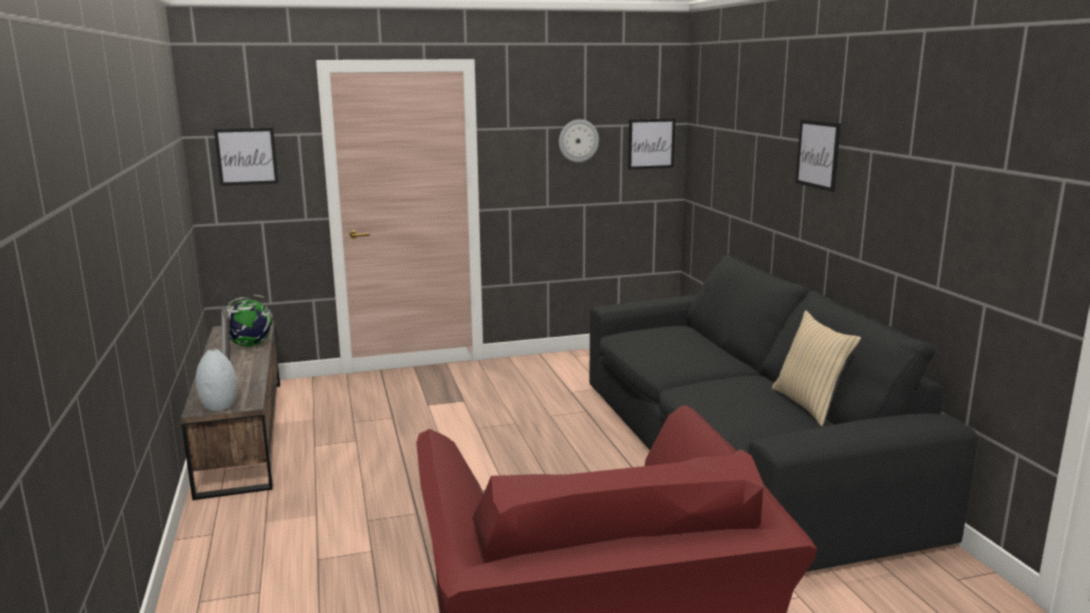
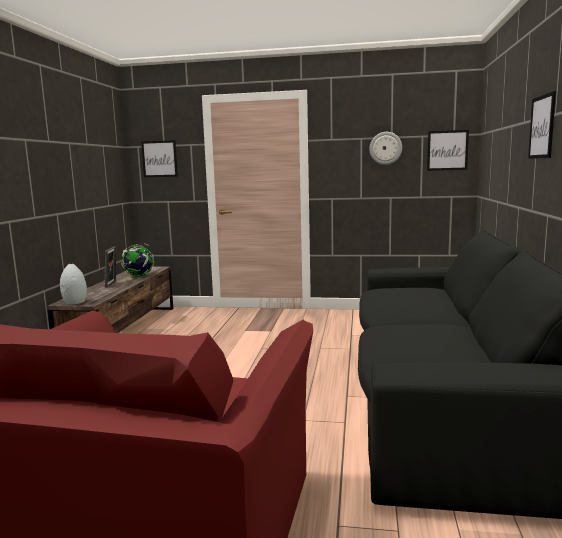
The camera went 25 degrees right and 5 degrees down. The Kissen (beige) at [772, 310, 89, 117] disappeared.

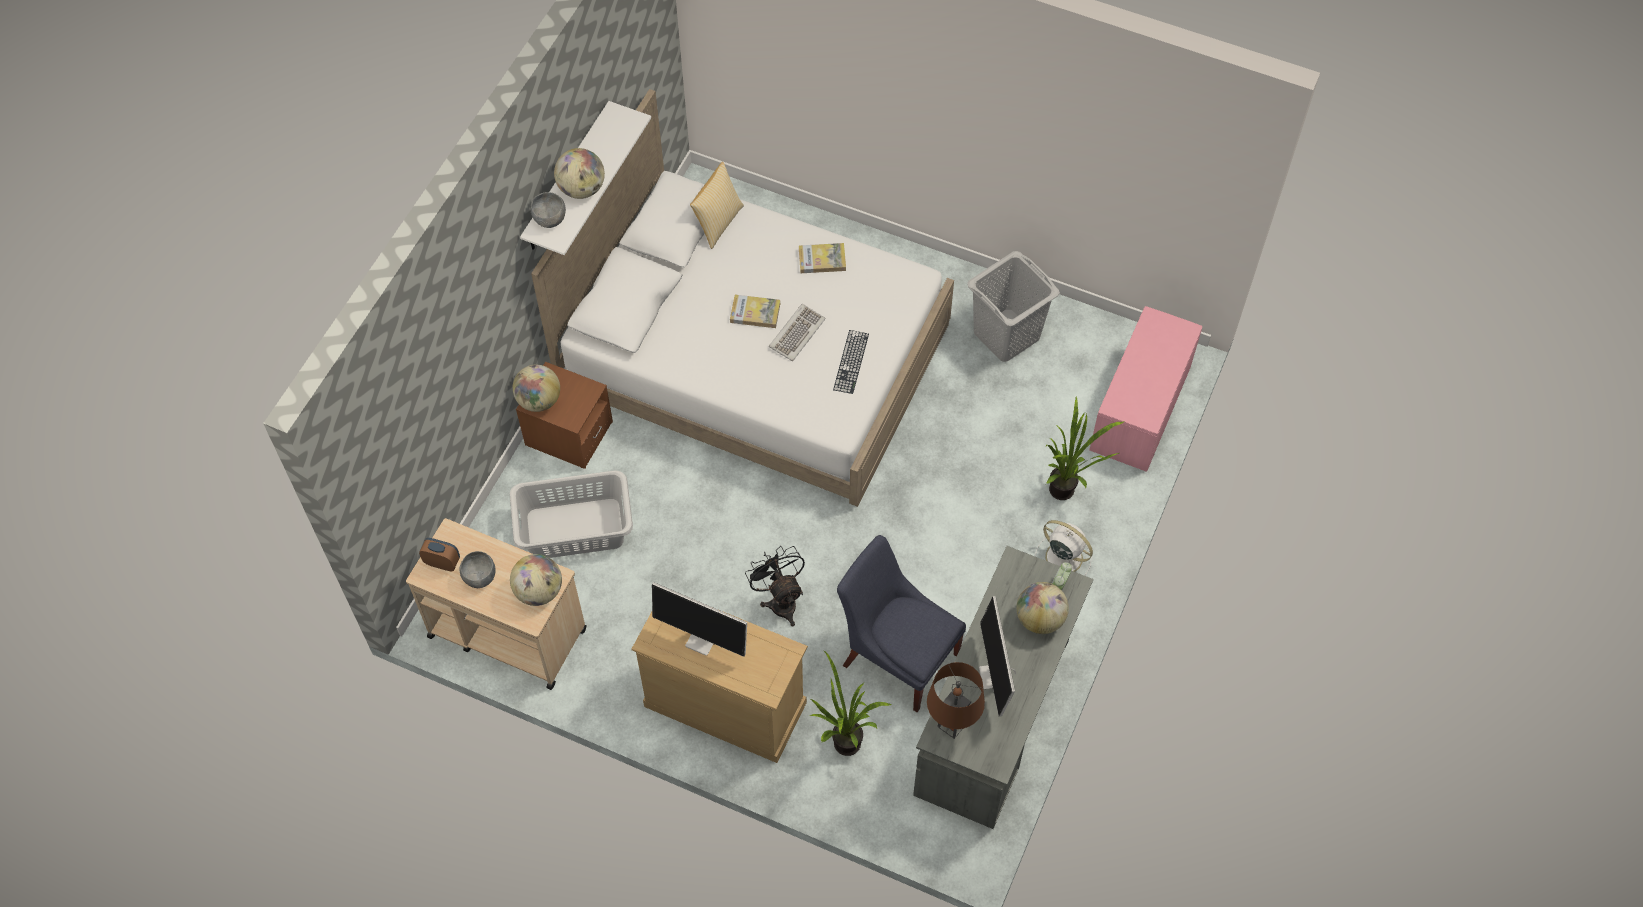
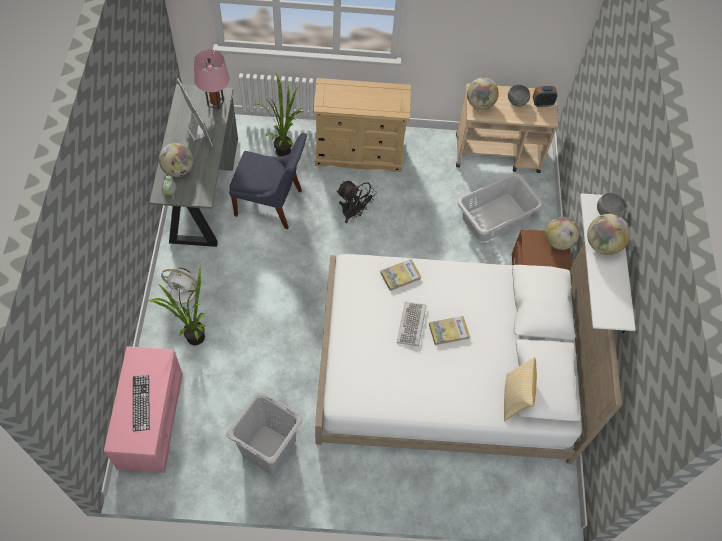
The camera went 155 degrees right and 0 degrees up. The Tastatur moved from [833, 330, 36, 64] to [133, 375, 17, 56]. The Tischlampe (braun) at [927, 662, 58, 77] became the Tischlampe (rosa) at [194, 50, 36, 59]. The Buch moved from [799, 243, 47, 30] to [380, 259, 41, 32]. The Monitor at [652, 582, 95, 75] disappeared.

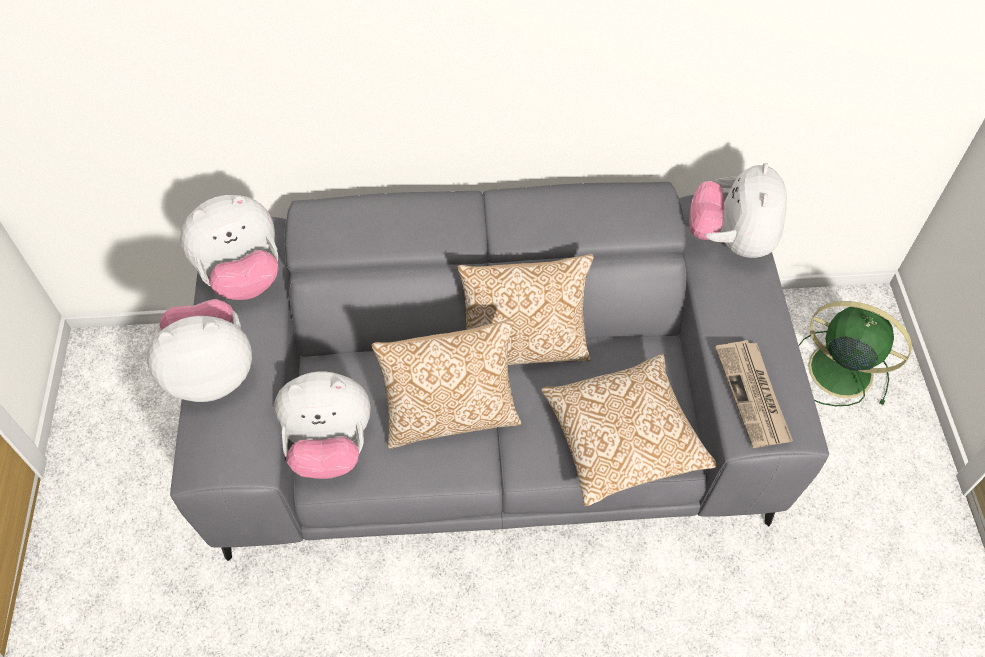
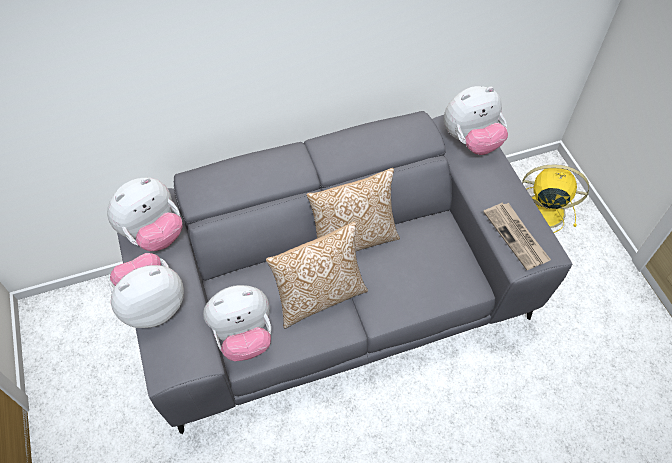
The camera went 15 degrees left and 0 degrees up. The Plüschtier at [689, 163, 98, 95] turned 105 degrees counterclockwise. The Ventilator (grün) at [799, 301, 113, 105] became the Ventilator (gelb) at [522, 164, 67, 69]. The Kissen at [541, 354, 175, 152] disappeared.

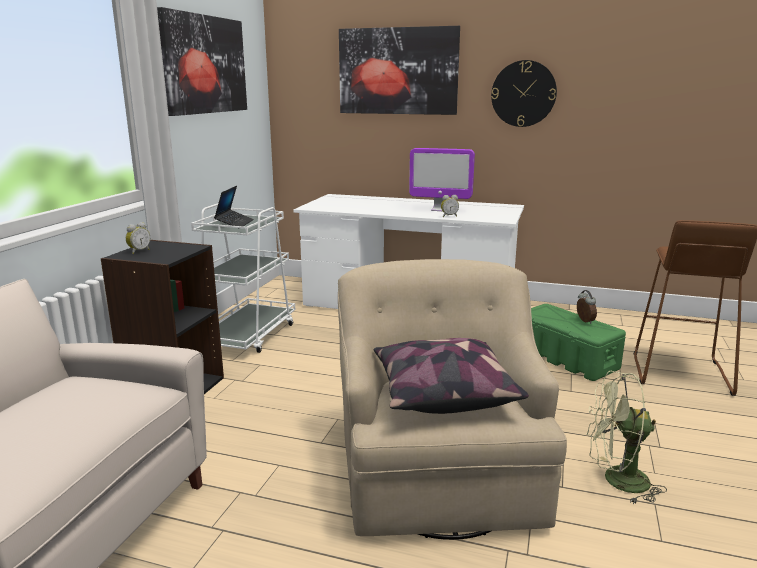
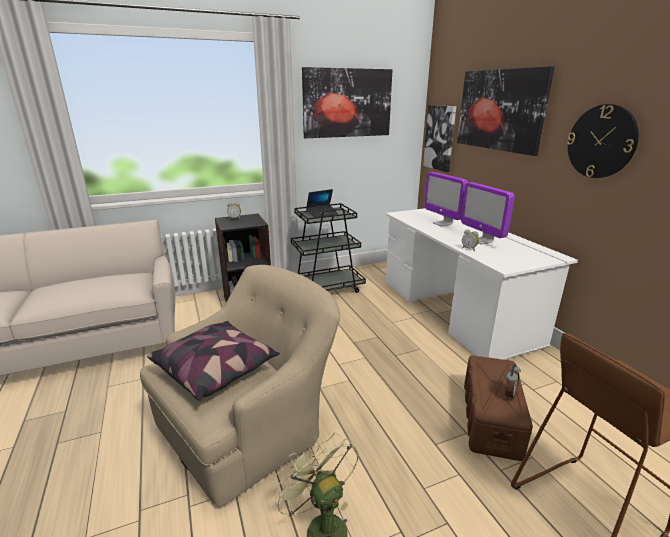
The camera went 50 degrees right and 5 degrees up. The Rollwagen (weiß) at [191, 203, 104, 150] became the Rollwagen (schwarz) at [291, 203, 75, 90]. The Bild at [423, 105, 33, 67] appeared. The Monitor at [424, 172, 44, 55] appeared. The Aufbewahrungsbox (grün) at [531, 304, 95, 77] became the Aufbewahrungsbox (braun) at [464, 356, 69, 105].

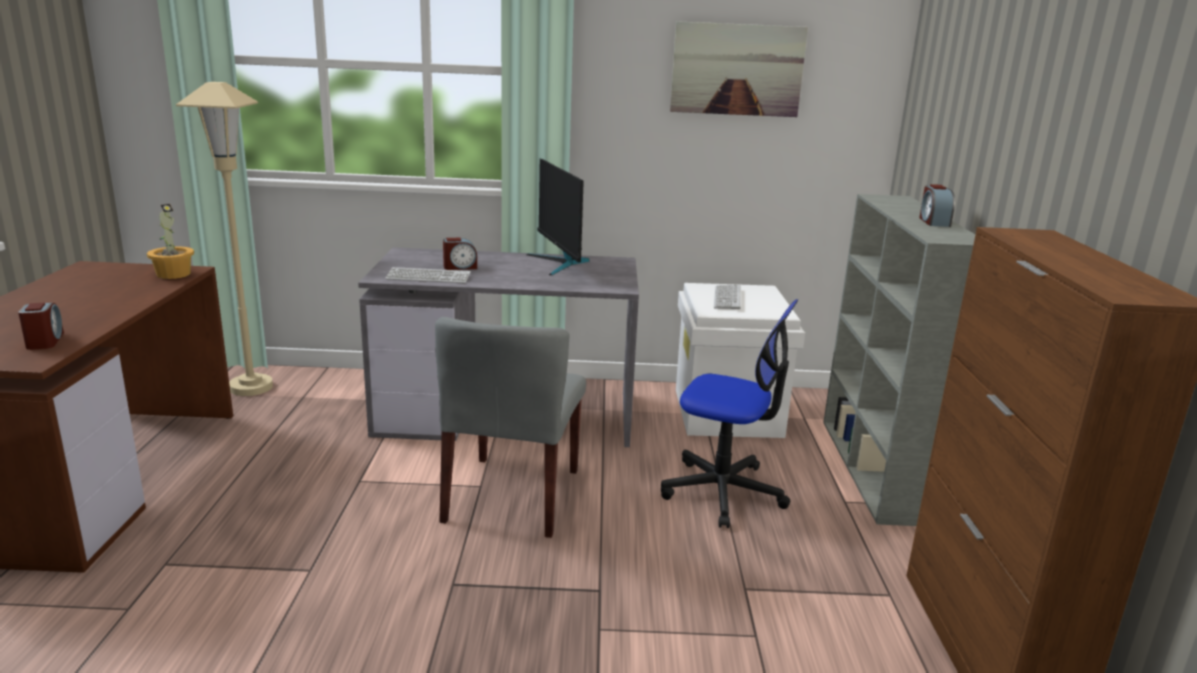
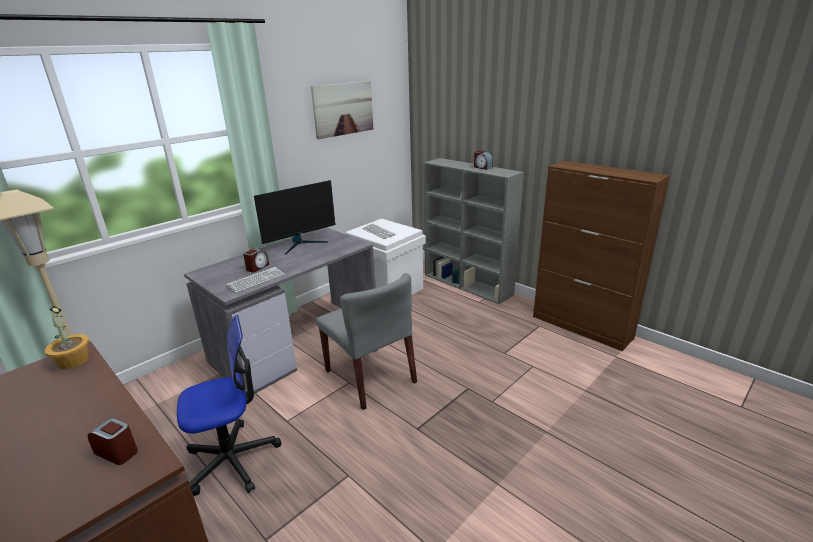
The camera went 45 degrees left and 5 degrees up. The Bürostuhl moved from [661, 299, 138, 229] to [177, 315, 104, 181]. The Monitor at [527, 159, 63, 116] turned 60 degrees counterclockwise.

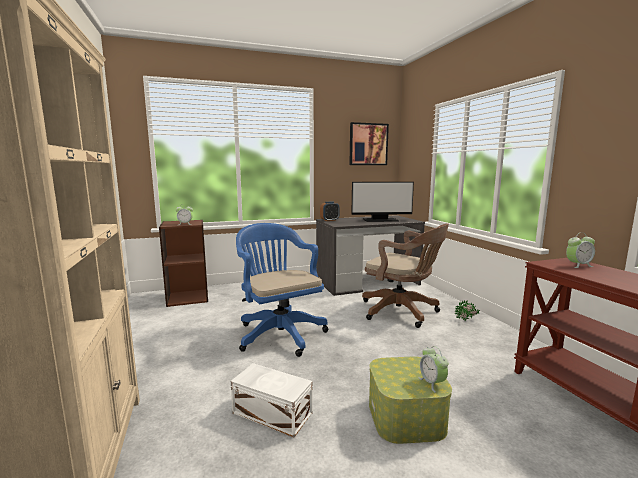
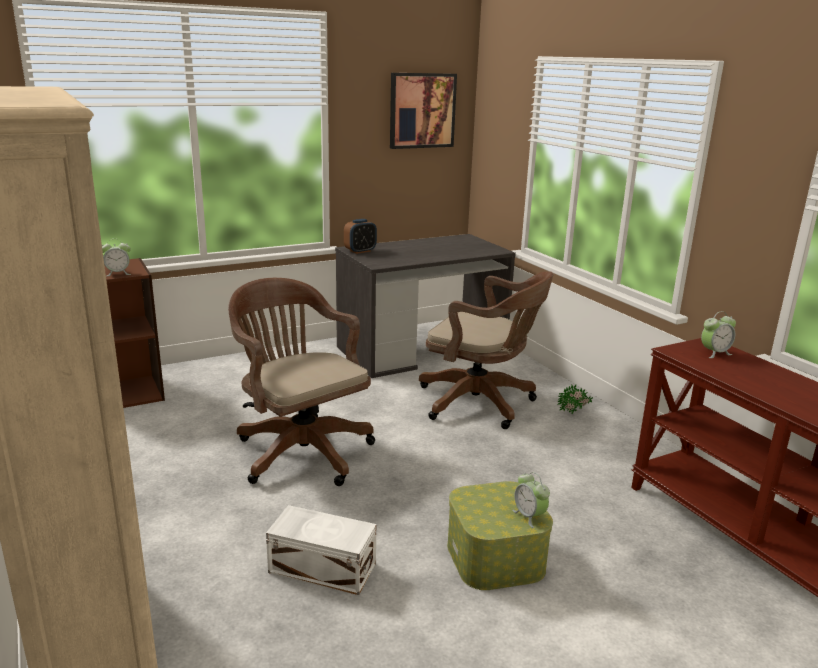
The camera went 10 degrees left and 10 degrees up. The Bürostuhl (blau) at [236, 223, 93, 134] became the Bürostuhl (braun) at [228, 278, 147, 208]. The Monitor at [351, 182, 63, 40] disappeared.

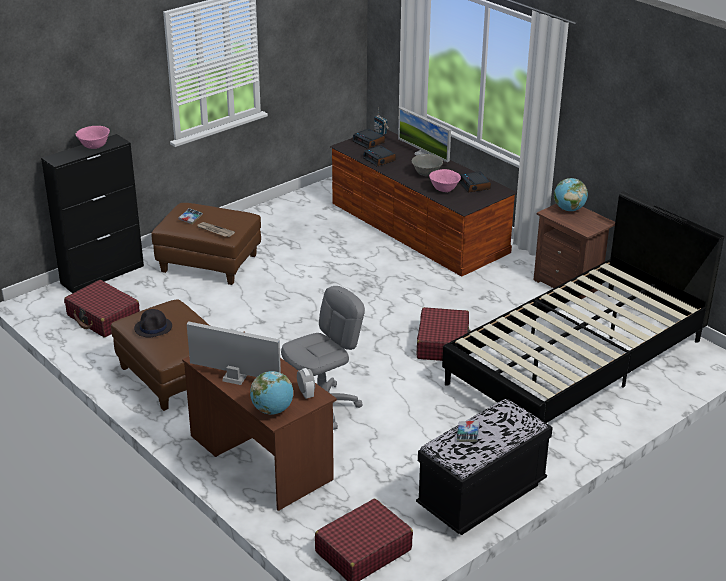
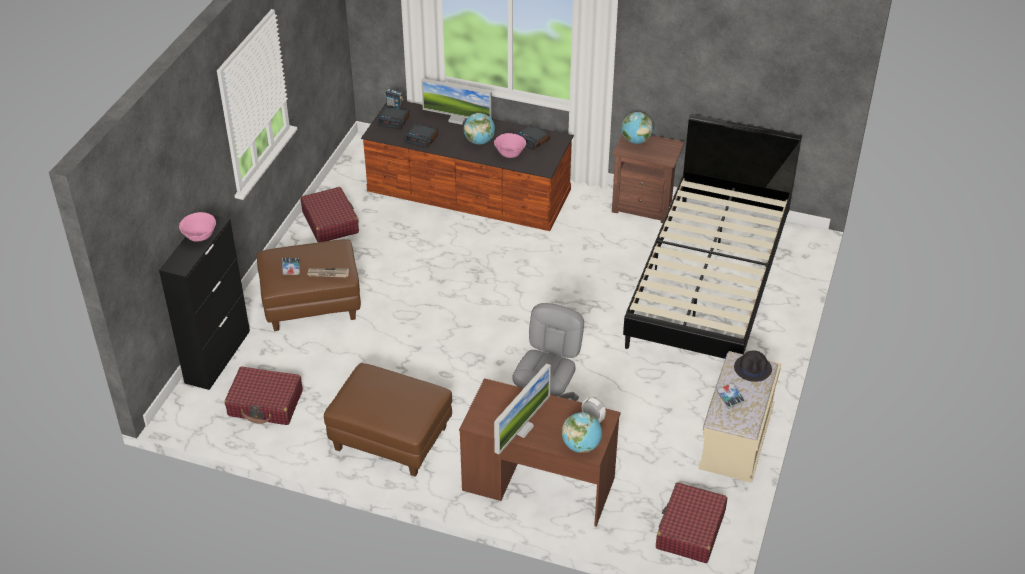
The camera went 30 degrees left and 10 degrees up. The Koffer (rot) moved from [417, 307, 54, 54] to [300, 187, 59, 55]. The Schüssel (grau) at [412, 154, 31, 22] was replaced by the Globus at [464, 113, 31, 32]. The Monitor at [187, 321, 94, 64] turned 135 degrees clockwise. The Bank (schwarz) at [416, 399, 137, 136] became the Bank (beige) at [698, 351, 83, 132]. The Hut (schwarz) moved from [134, 309, 38, 29] to [734, 350, 38, 32].

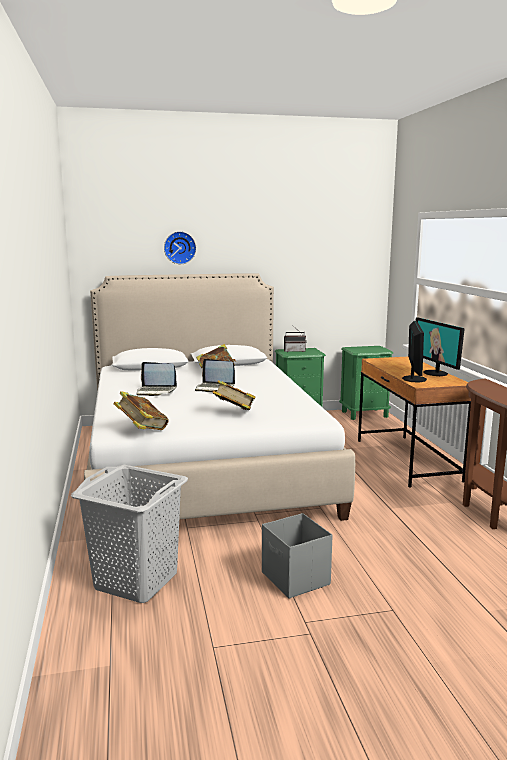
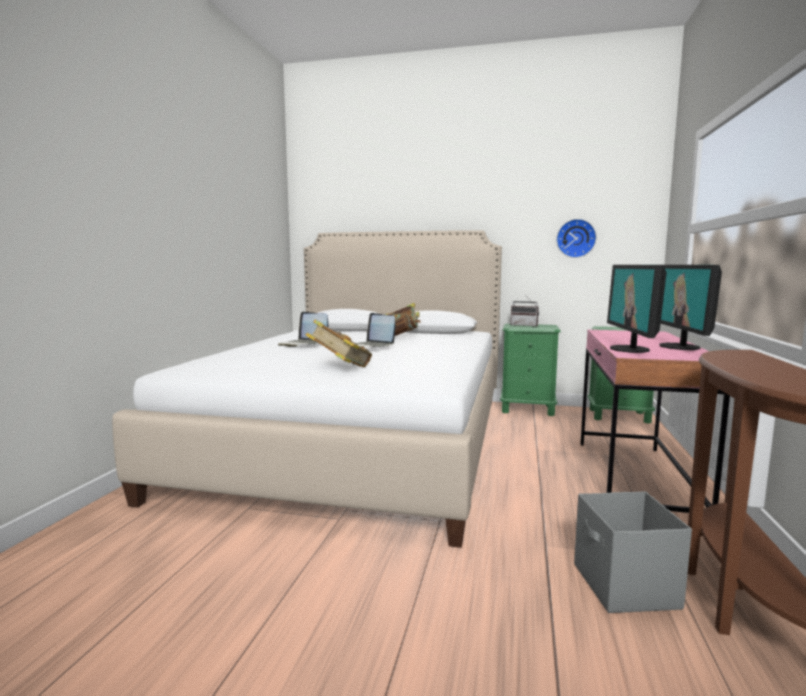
The camera went 25 degrees right and 5 degrees down. The Wanduhr moved from [164, 231, 32, 33] to [556, 219, 41, 39]. The Aufbewahrungsbox (grau) moved from [262, 513, 71, 86] to [574, 491, 118, 122]. The Schreibtisch (braun) at [358, 357, 113, 131] became the Schreibtisch (rosa) at [581, 330, 149, 183]. The Monitor at [402, 321, 25, 62] turned 150 degrees clockwise. The Wäschekorb (grau) at [71, 465, 117, 138] disappeared. The Buch at [113, 391, 56, 39] disappeared.

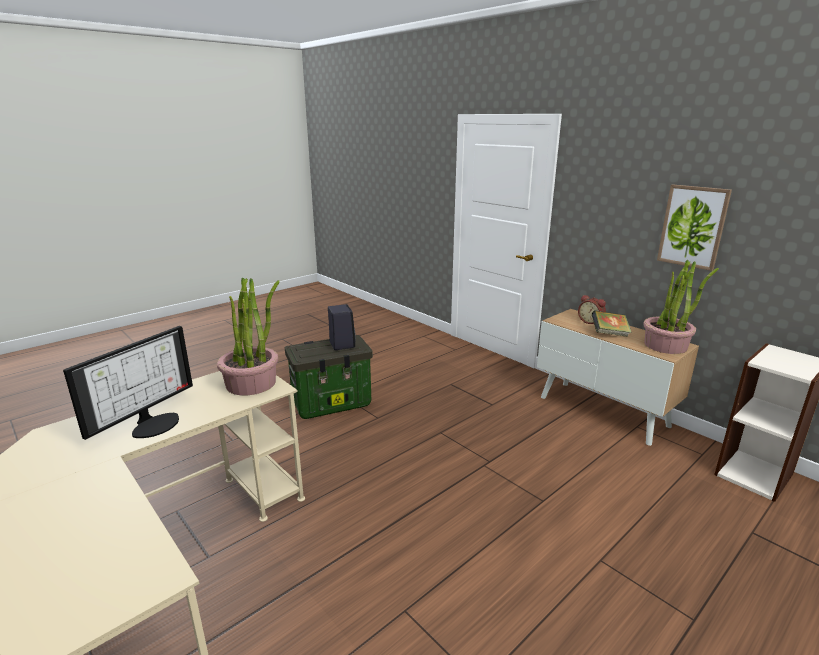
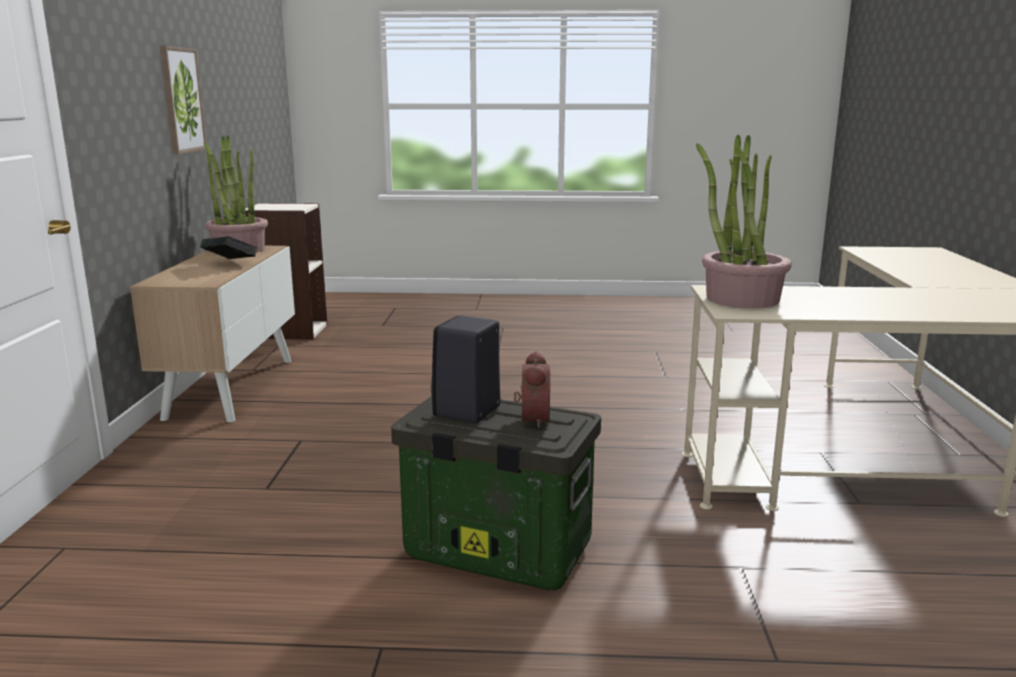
The camera went 135 degrees left and 5 degrees down. The Wecker moved from [578, 295, 28, 29] to [514, 351, 36, 77]. The Monitor at [63, 326, 130, 114] disappeared.

